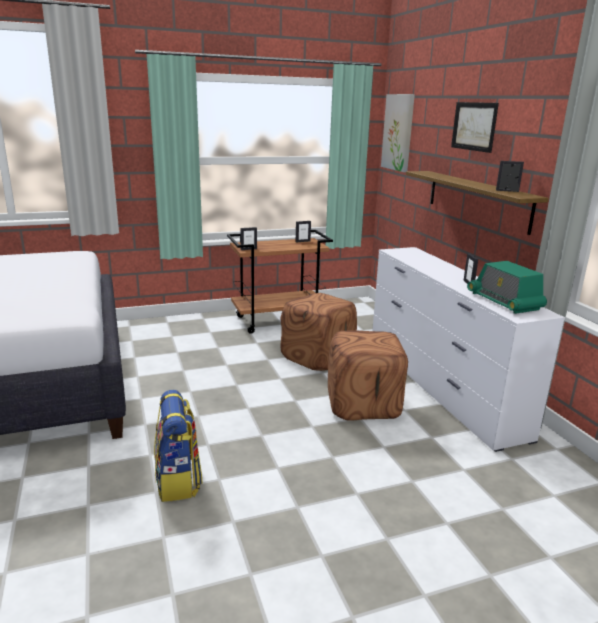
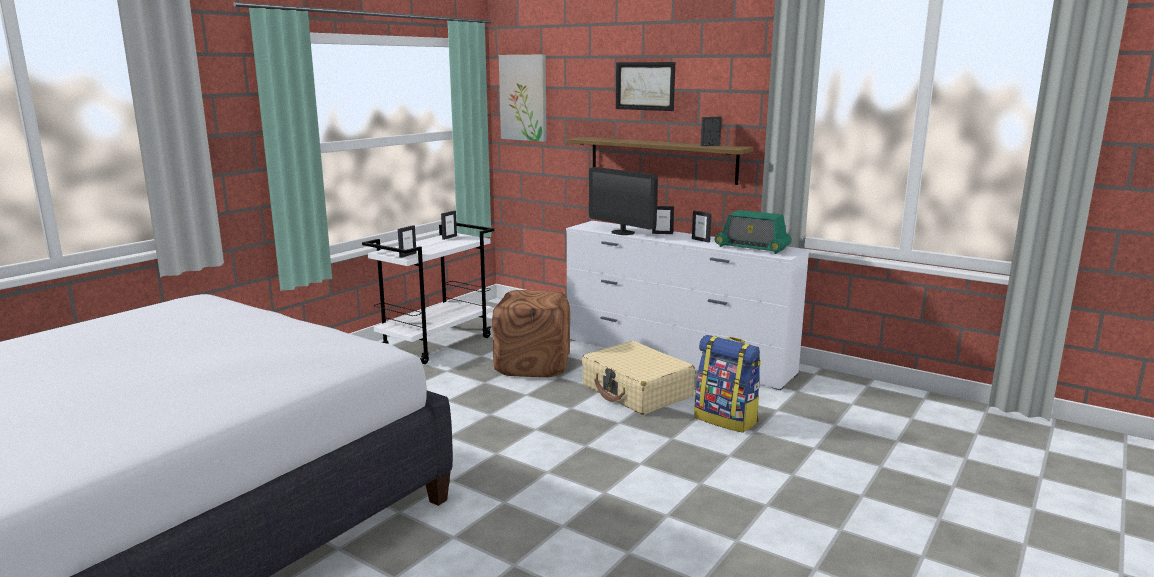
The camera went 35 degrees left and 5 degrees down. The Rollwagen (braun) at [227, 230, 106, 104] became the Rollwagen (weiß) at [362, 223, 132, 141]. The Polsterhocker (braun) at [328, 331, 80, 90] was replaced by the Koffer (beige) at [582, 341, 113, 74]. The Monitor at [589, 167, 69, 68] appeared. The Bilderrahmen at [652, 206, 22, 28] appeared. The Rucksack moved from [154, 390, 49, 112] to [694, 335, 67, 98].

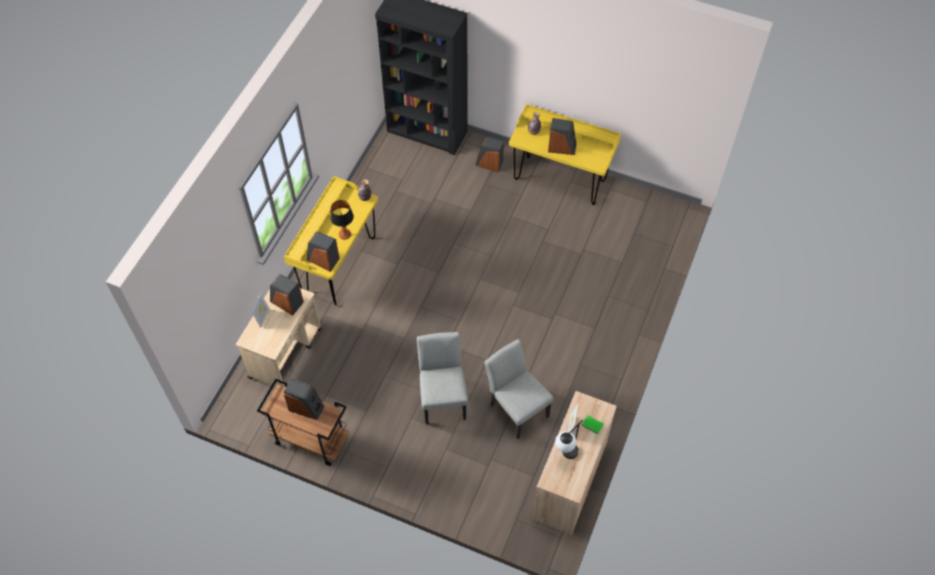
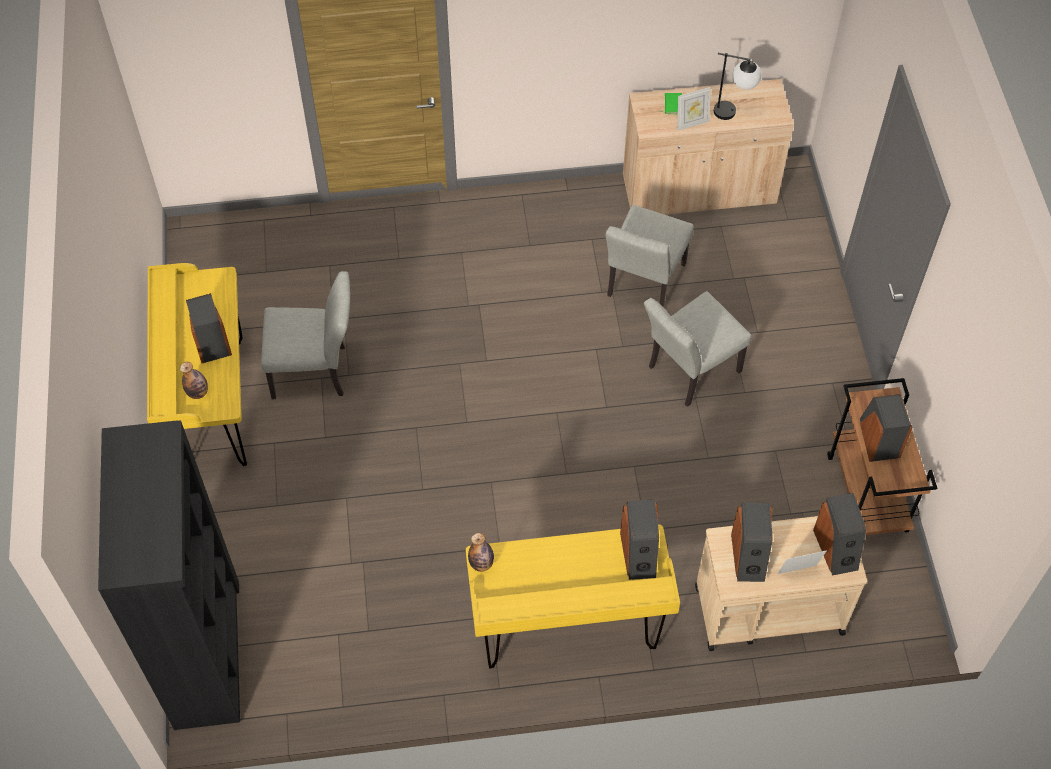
The camera went 120 degrees left and 0 degrees up. The Stuhl (grau) at [261, 271, 89, 128] appeared. The Lautsprecher moved from [475, 137, 29, 35] to [813, 493, 53, 83]. The Tischlampe at [330, 200, 24, 40] disappeared.

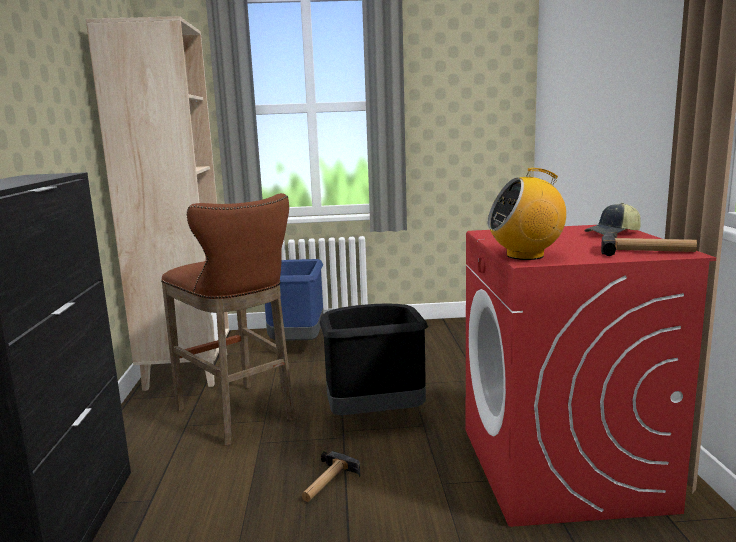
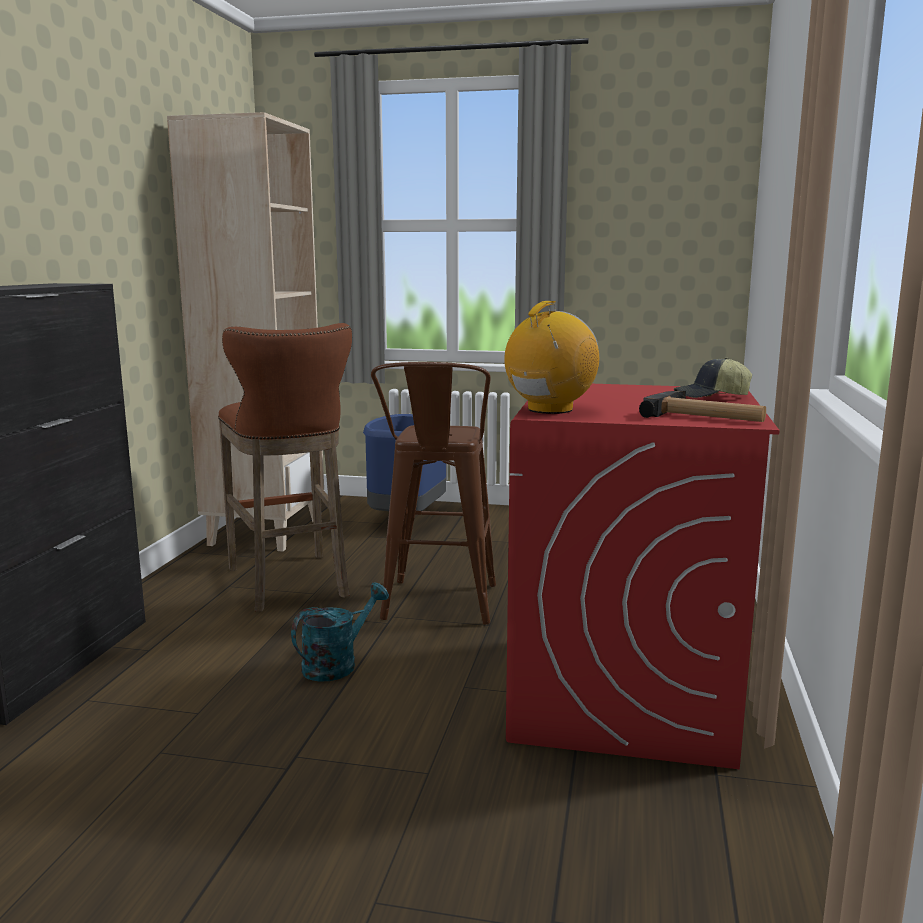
The camera went 15 degrees right and 0 degrees up. The Hammer at [302, 451, 58, 51] was replaced by the Gießkanne (türkis) at [291, 583, 98, 98]. The Mülleimer (schwarz) at [319, 304, 109, 111] was replaced by the Hocker (braun) at [371, 362, 125, 263]. The Radio at [488, 168, 78, 92] turned 120 degrees clockwise.

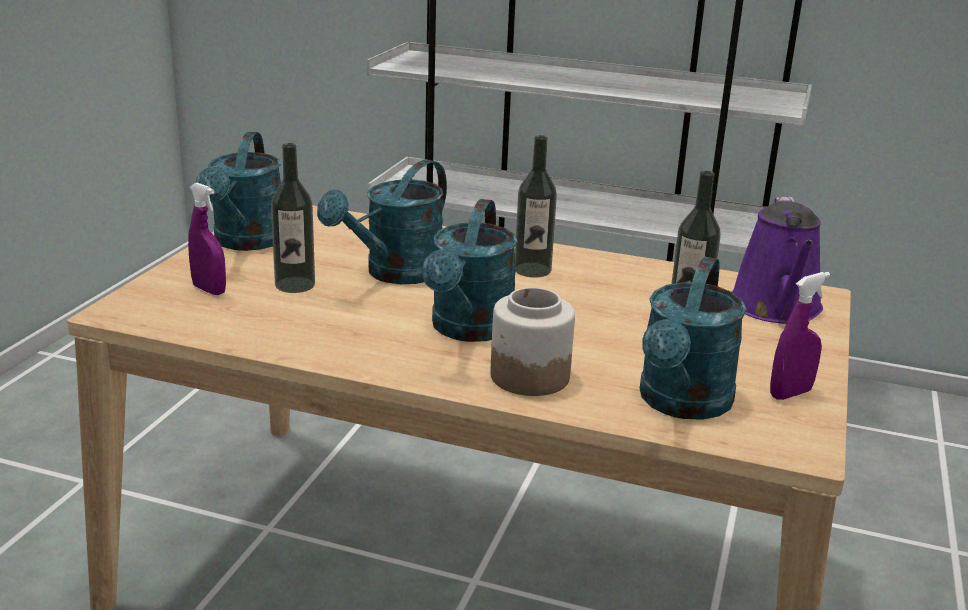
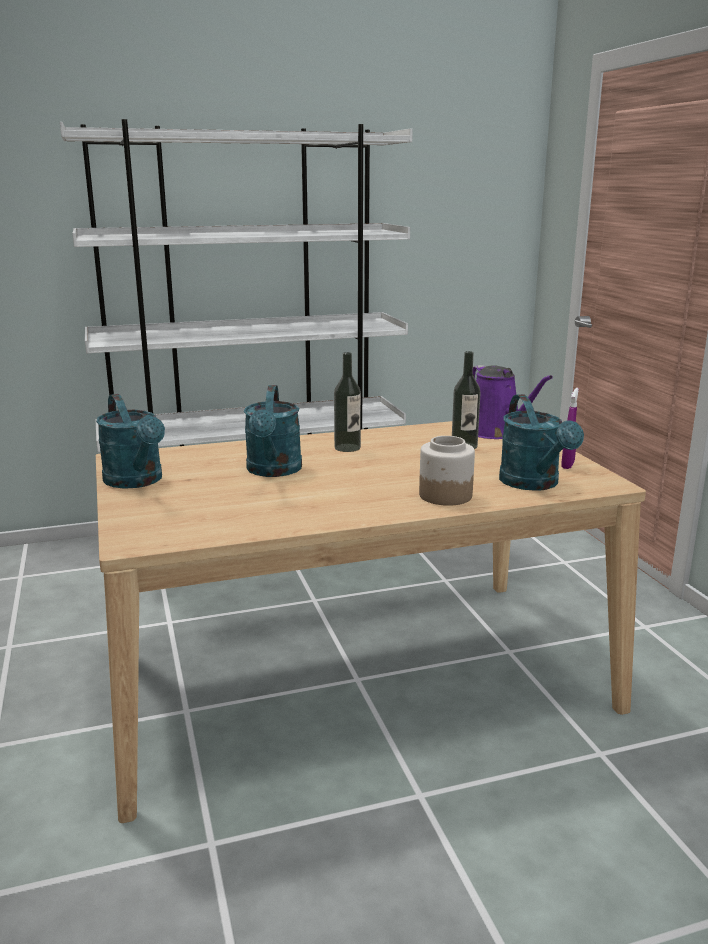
The camera went 35 degrees left and 5 degrees down. The Sprühflasche (lila) at [188, 183, 38, 112] disappeared. The Flasche at [271, 143, 44, 150] disappeared. The Gießkanne (türkis) at [422, 199, 95, 143] disappeared.

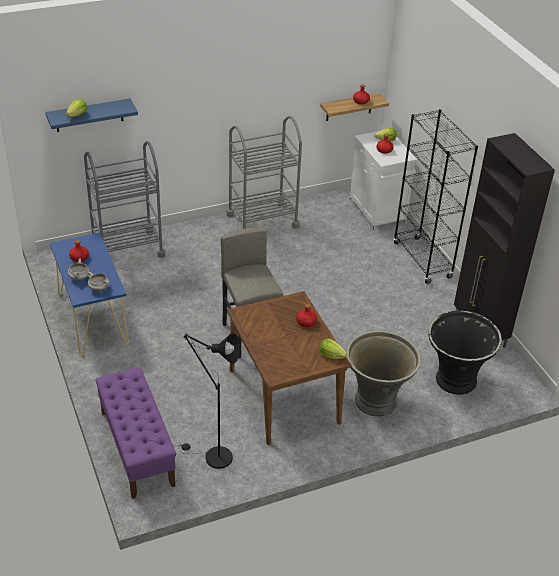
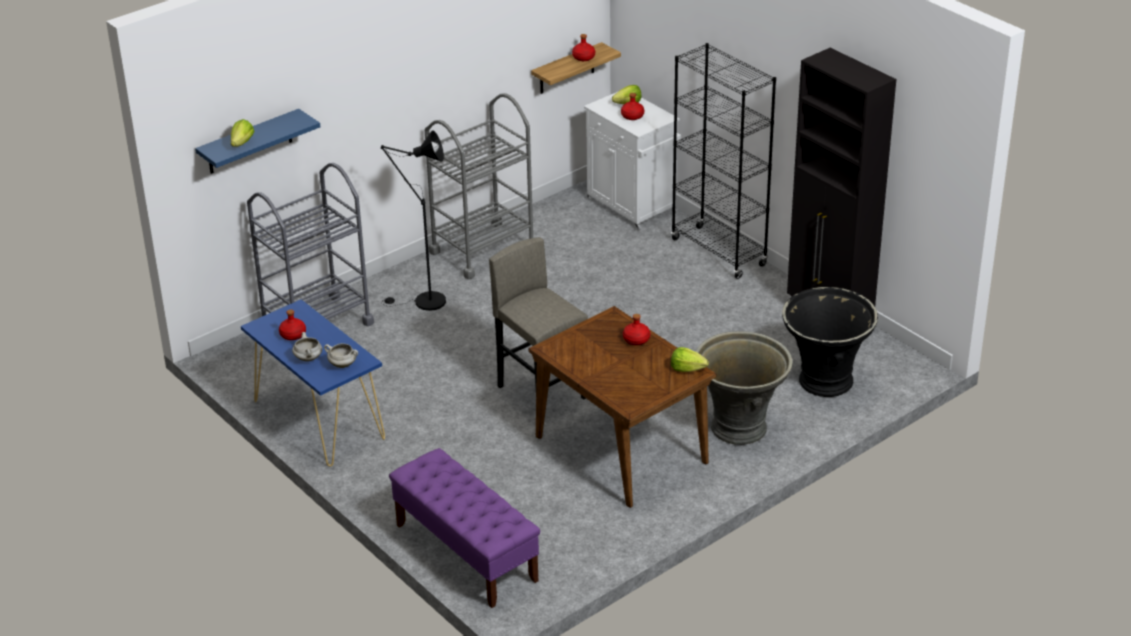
The camera went 15 degrees left and 5 degrees down. The Stehlampe (schwarz) moved from [178, 333, 62, 136] to [381, 130, 65, 181].

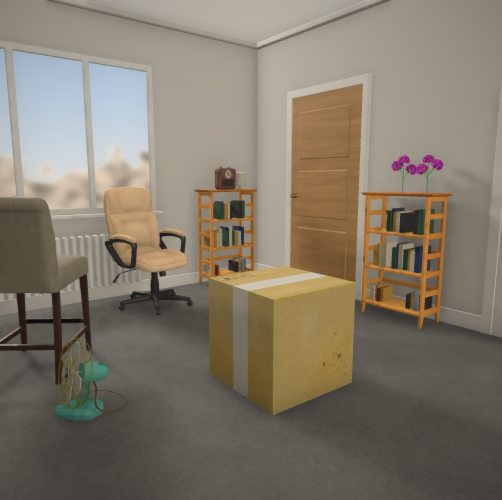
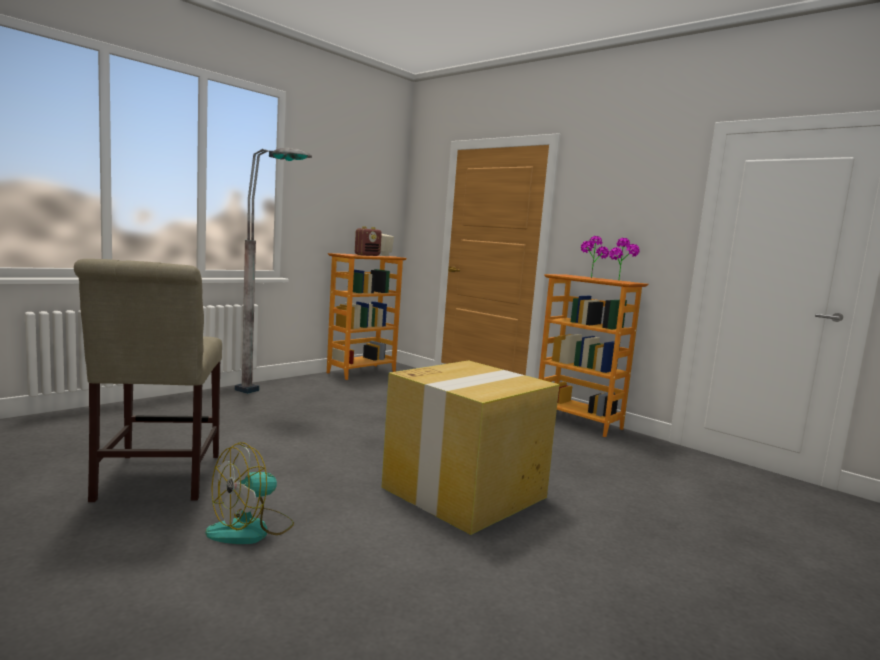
The camera went 10 degrees left and 0 degrees up. The Bürostuhl (beige) at [103, 187, 90, 128] was replaced by the Stehlampe (grau) at [235, 148, 77, 246].

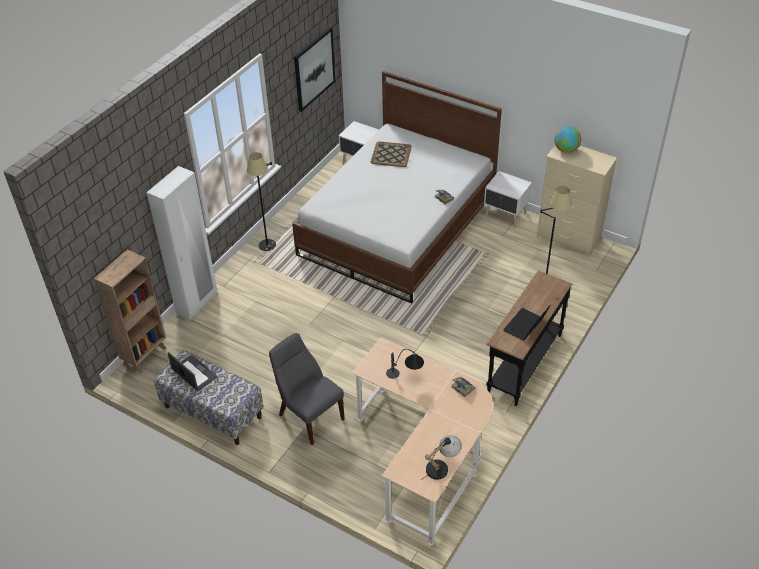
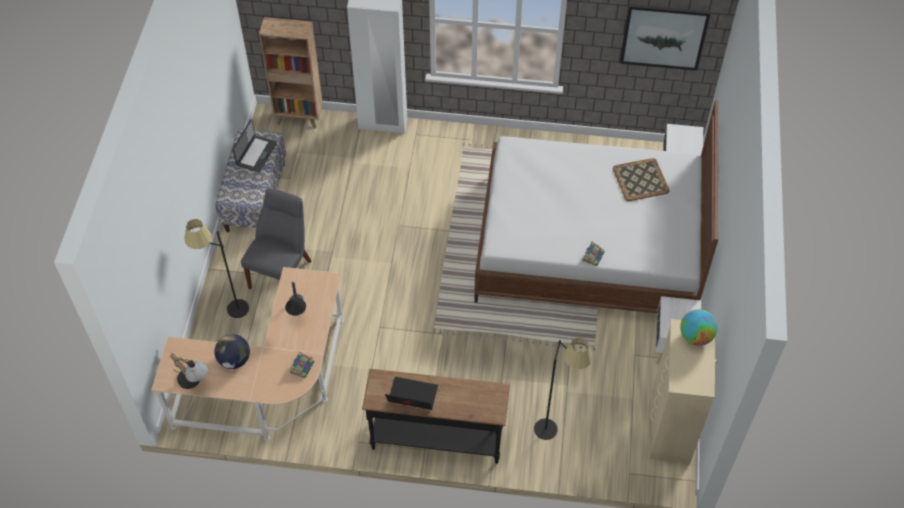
The camera went 65 degrees right and 10 degrees up. The Stehlampe (schwarz) moved from [247, 152, 29, 99] to [185, 219, 64, 99]. The Globus at [214, 334, 36, 35] appeared.

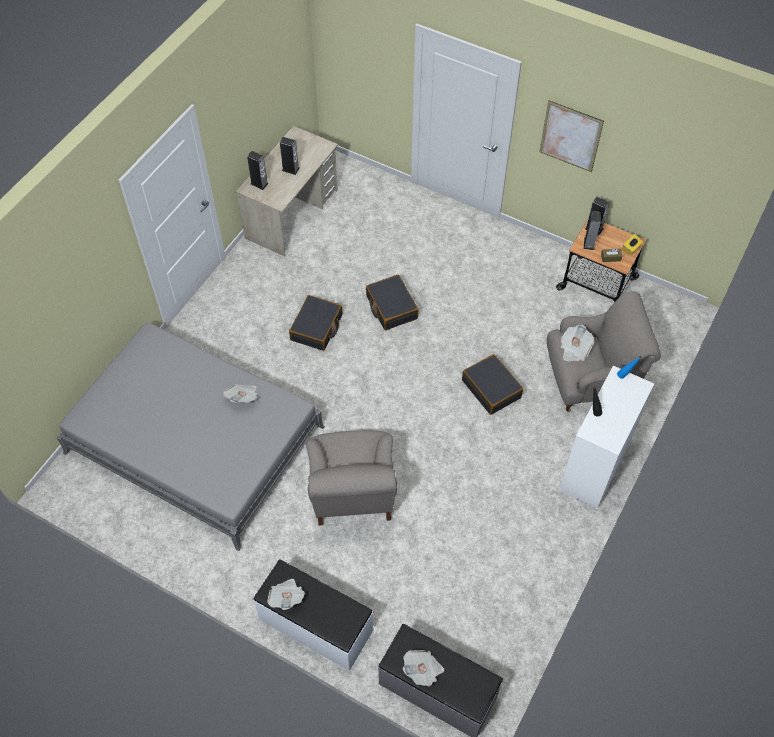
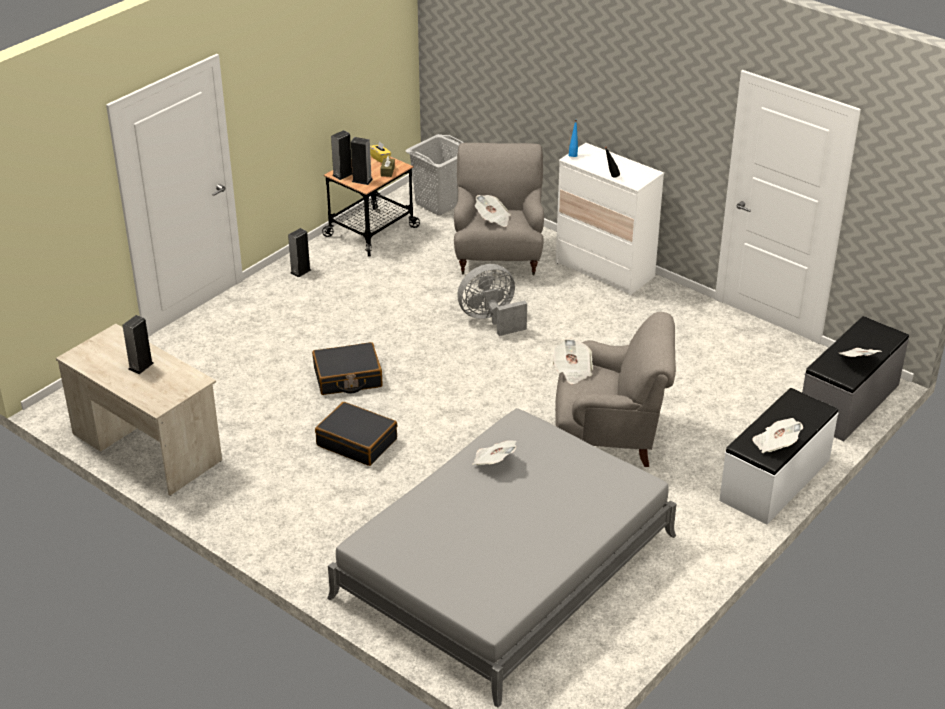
The camera went 80 degrees left and 20 degrees down. The Lautsprecher moved from [247, 151, 22, 39] to [288, 228, 23, 50]. The Wäschekorb (grau) at [406, 134, 58, 81] appeared. The Koffer (schwarz) at [462, 354, 62, 61] was replaced by the Ventilator (grau) at [457, 264, 70, 72]. The Zeitung at [553, 338, 40, 46] appeared. The Bild at [539, 100, 65, 72] disappeared.

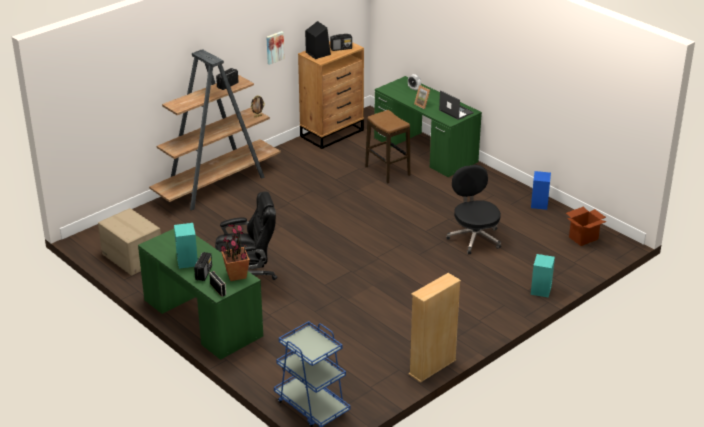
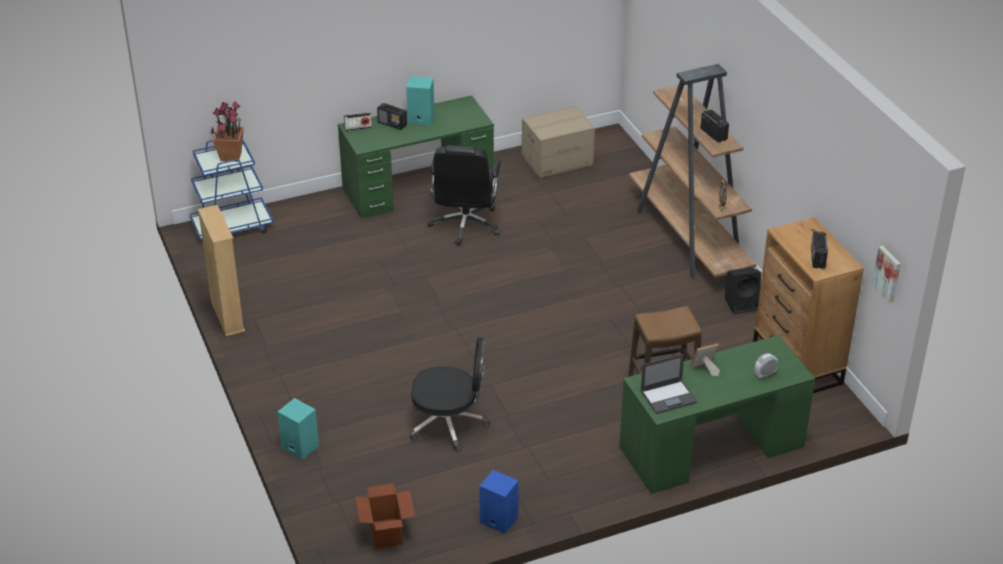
The camera went 110 degrees right and 5 degrees up. The Topfpflanze moved from [220, 224, 30, 57] to [211, 101, 33, 61]. The Lautsprecher (schwarz) moved from [305, 21, 26, 38] to [725, 267, 36, 47]. The Bild moved from [267, 31, 18, 34] to [872, 246, 29, 57].

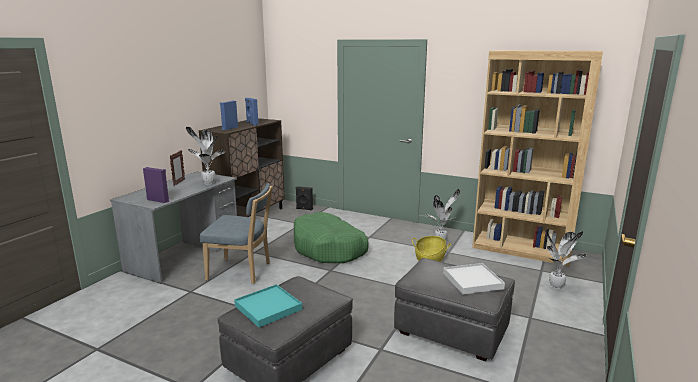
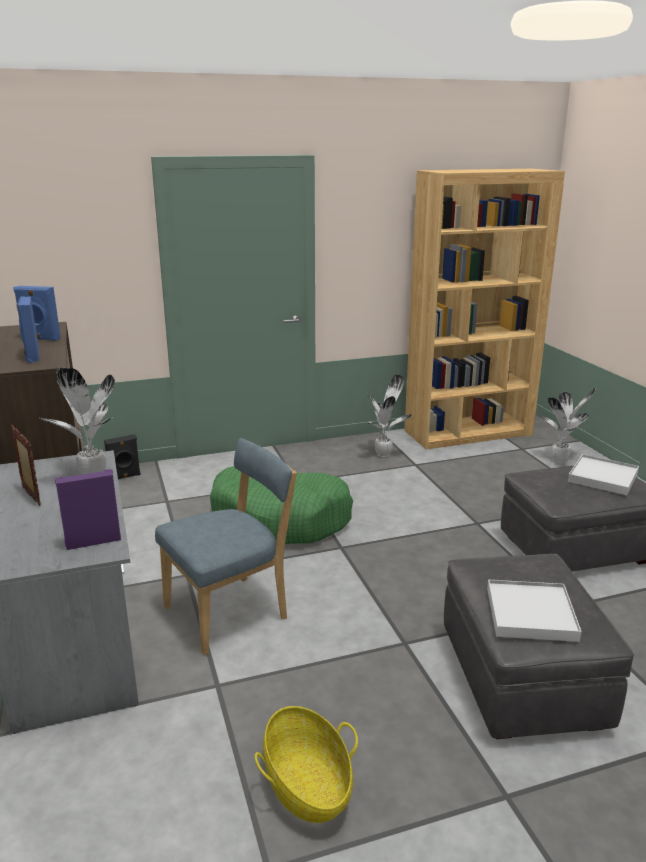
The camera went 45 degrees left and 5 degrees up. The Korb moved from [412, 236, 39, 26] to [255, 706, 103, 117]. The Tablett (türkis) at [234, 284, 68, 44] became the Tablett (weiß) at [487, 580, 95, 62].

